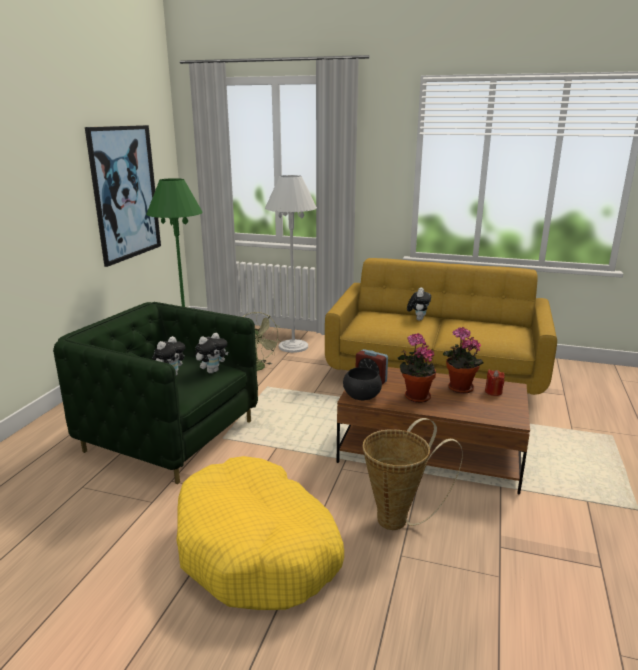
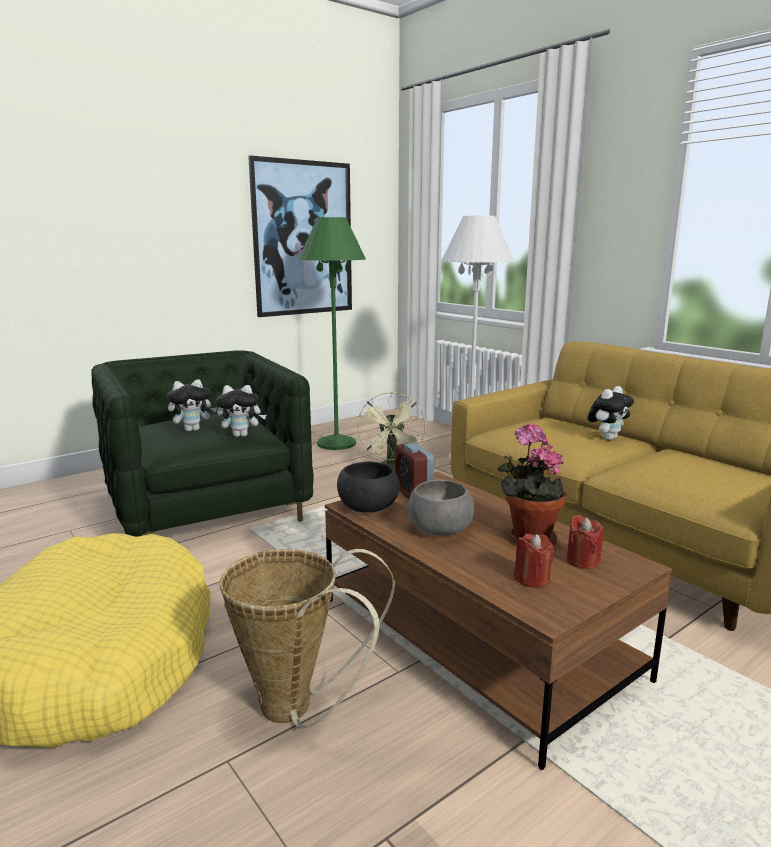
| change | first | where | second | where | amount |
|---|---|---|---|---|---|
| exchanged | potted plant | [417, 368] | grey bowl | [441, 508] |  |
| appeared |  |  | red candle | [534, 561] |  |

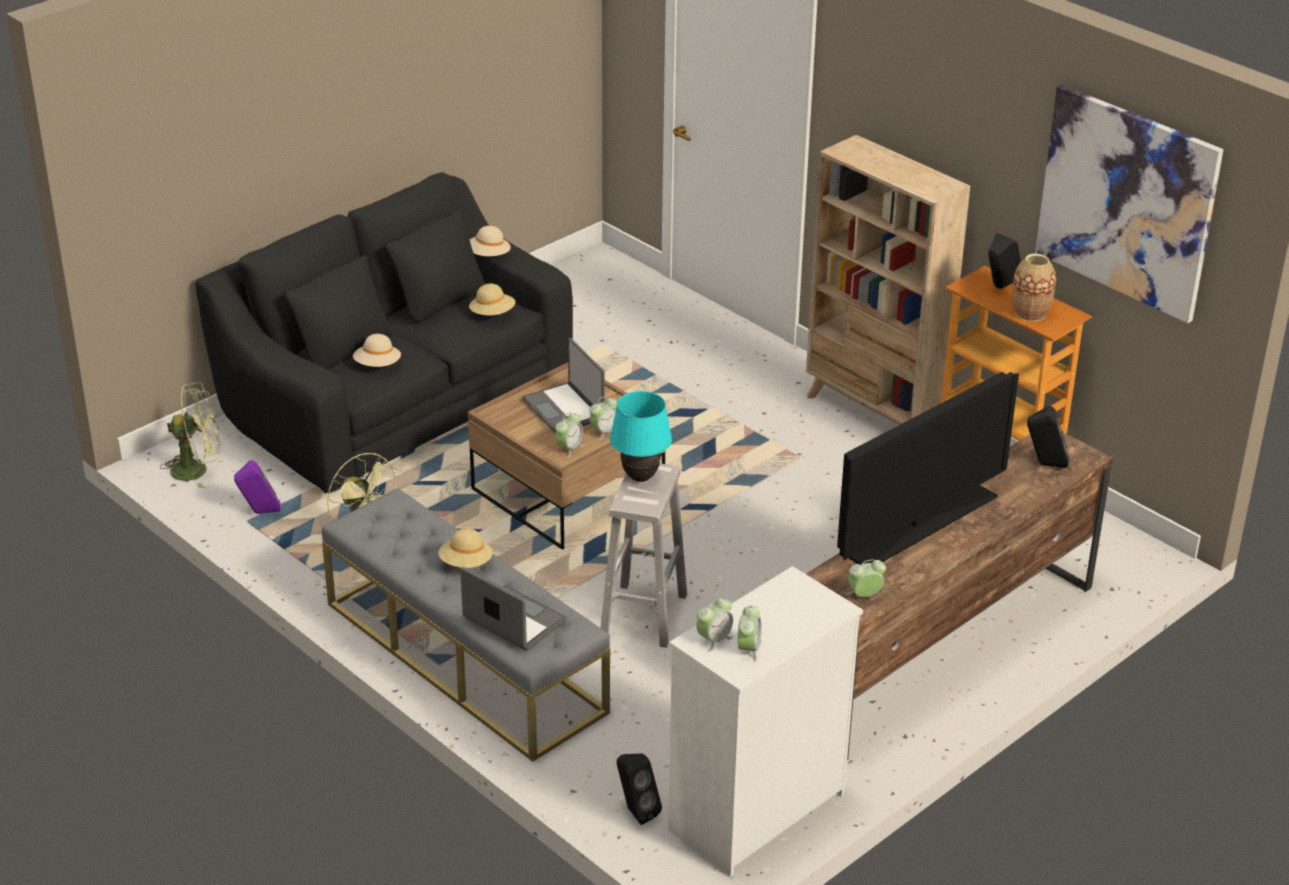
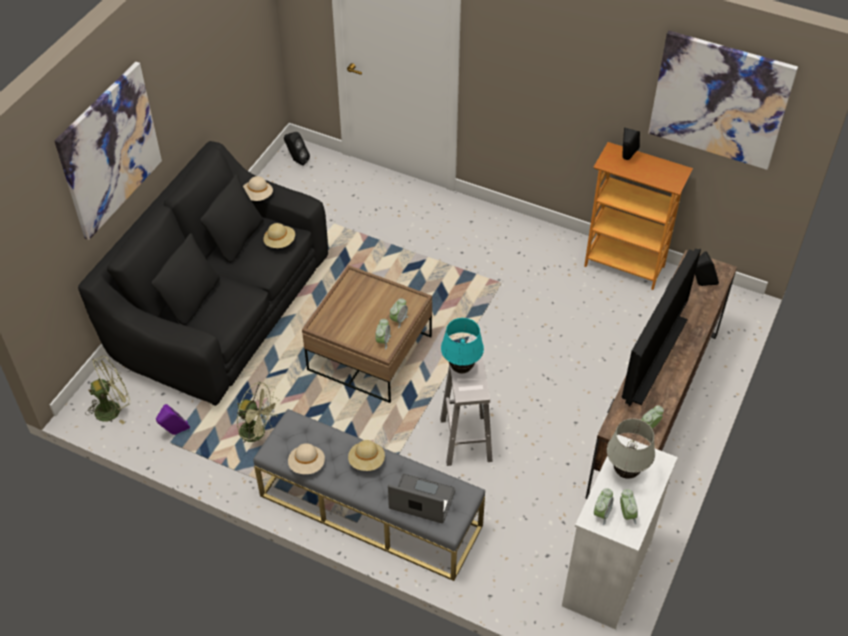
| change | first | where | second | where | amount |
|---|---|---|---|---|---|
| appeared |  |  | picture | [108, 151] |  |
| relocated | black speaker | [639, 789] |  | [297, 149] |  |
| relocated | beige hat | [377, 350] |  | [306, 458] |  |
| appeared |  |  | white table lamp | [631, 449] |  |
| missing | laptop | [563, 385] |  |  |  |
| missing | beige bookcase | [888, 280] |  |  |  |
| missing | vase | [1034, 287] |  |  |  |

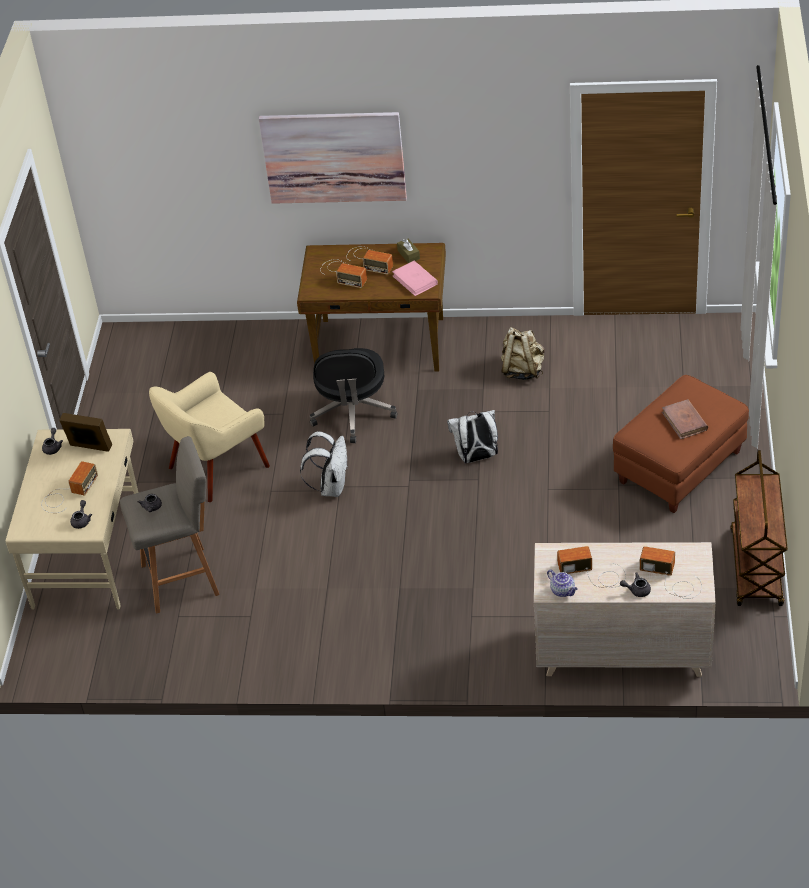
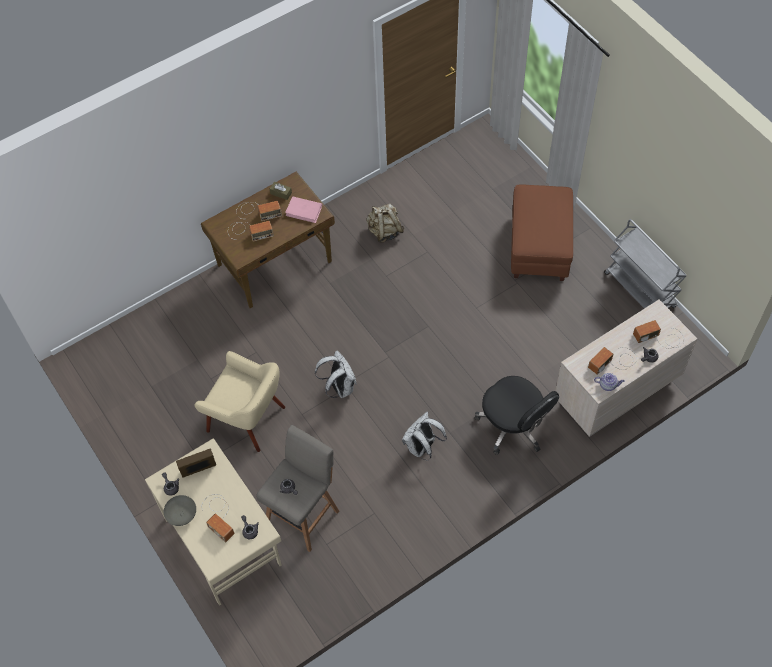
| change | first | where | second | where | amount |
|---|---|---|---|---|---|
| appeared |  |  | grey bowl | [180, 510] |  |
| spun | beige armchair | [209, 437] |  | [240, 401] | 75 degrees counterclockwise |
| spun | radio | [69, 487] |  | [218, 518] | 150 degrees clockwise |
| relocated | white backpack | [472, 436] |  | [424, 436] |  |
| relocated | black office chair | [354, 395] |  | [517, 415] |  |
| colour | brown cart | [759, 528] | grey cart | [645, 264] |  |
| missing | picture | [333, 158] |  |  |  |
| missing | brown book | [685, 419] |  |  |  |

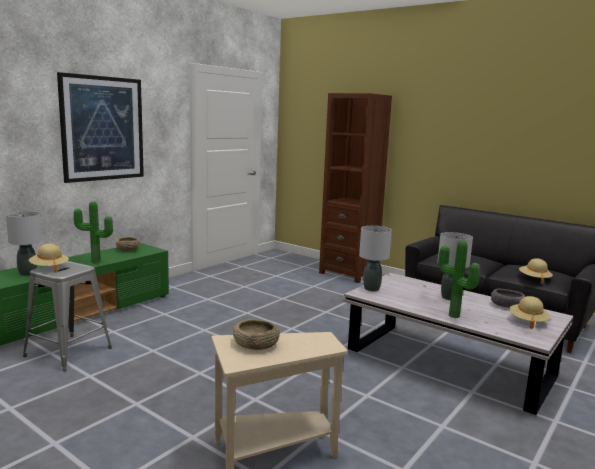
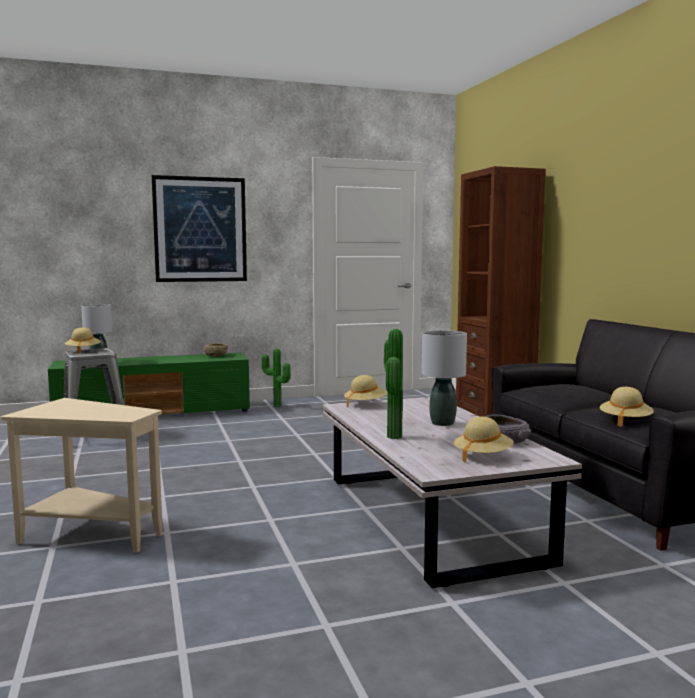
| change | first | where | second | where | amount |
|---|---|---|---|---|---|
| relocated | potted plant | [93, 232] |  | [276, 377] |  |
| exchanged | grey table lamp | [375, 258] | beige hat | [365, 391] |  |
| missing | beige bowl | [256, 334] |  |  |  |

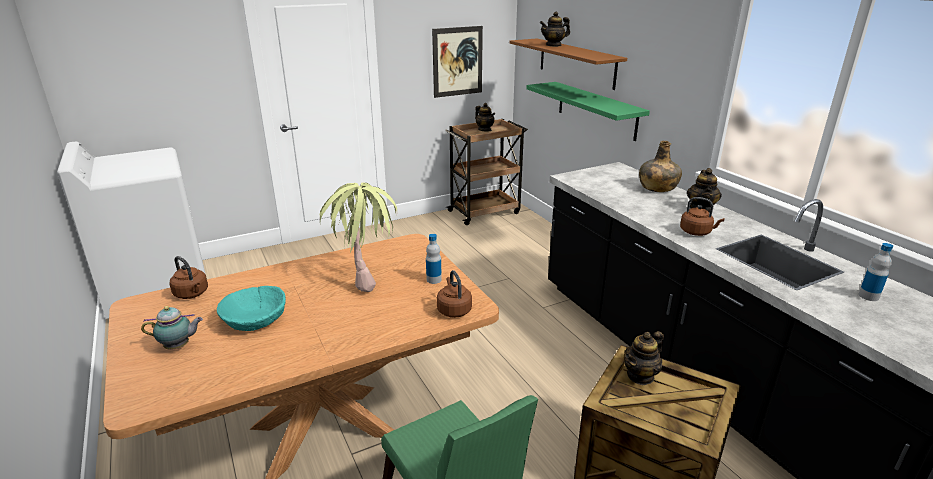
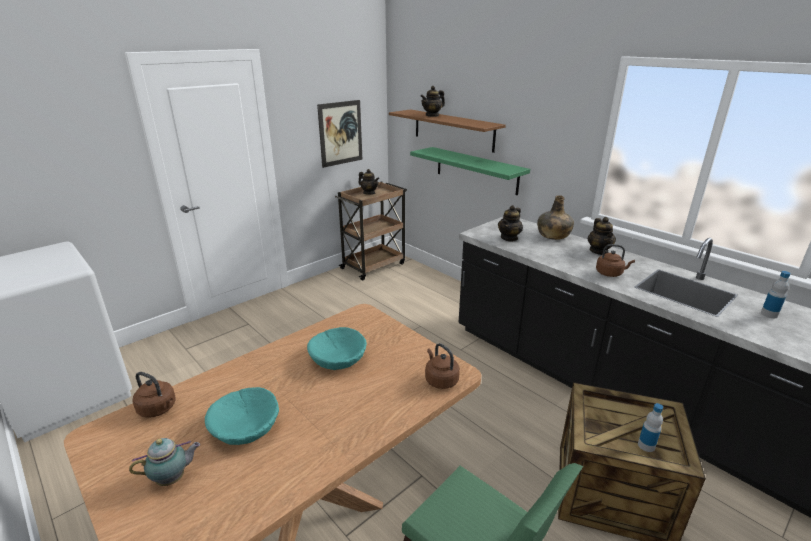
| change | first | where | second | where | amount |
|---|---|---|---|---|---|
| exchanged | potted plant | [358, 237] | turquoise bowl | [337, 348] |  |
| relocated | teapot | [644, 358] |  | [510, 223] |  |
| relocated | bottle | [434, 259] |  | [650, 427] |  |

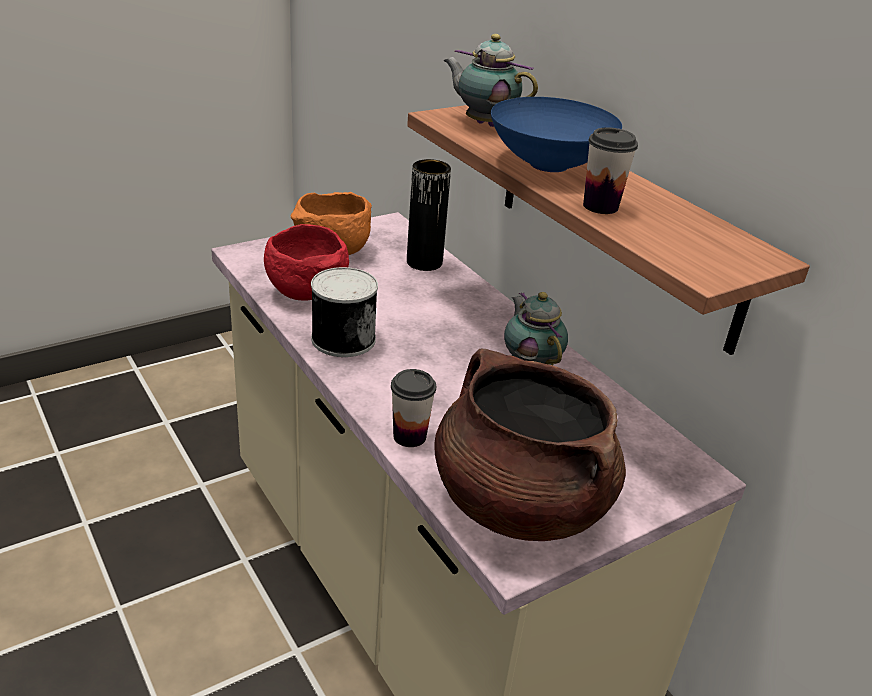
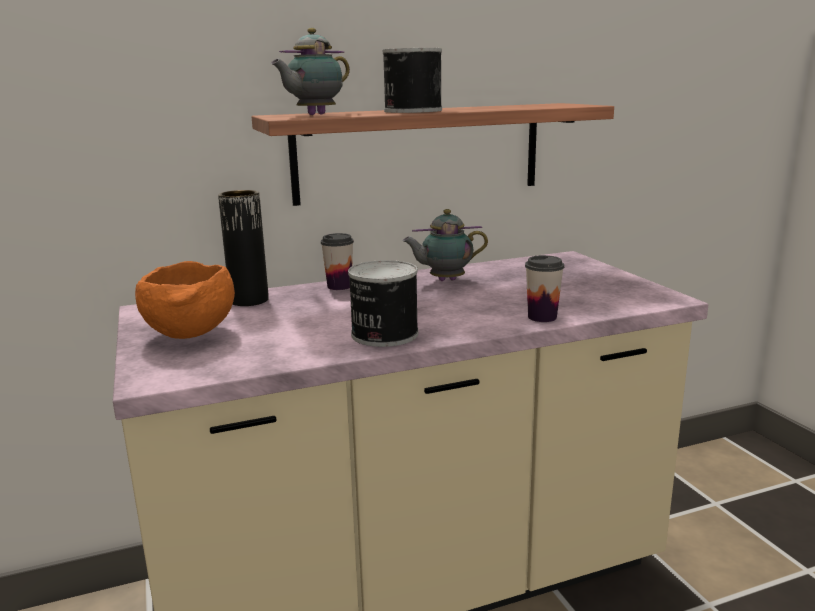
| change | first | where | second | where | amount |
|---|---|---|---|---|---|
| relocated | cup | [610, 170] |  | [337, 261] |  |
| exchanged | blue bowl | [556, 134] | can | [412, 80] |  |
| missing | red bowl | [306, 262] |  |  |  |
| missing | brown cooking pot | [530, 445] |  |  |  |

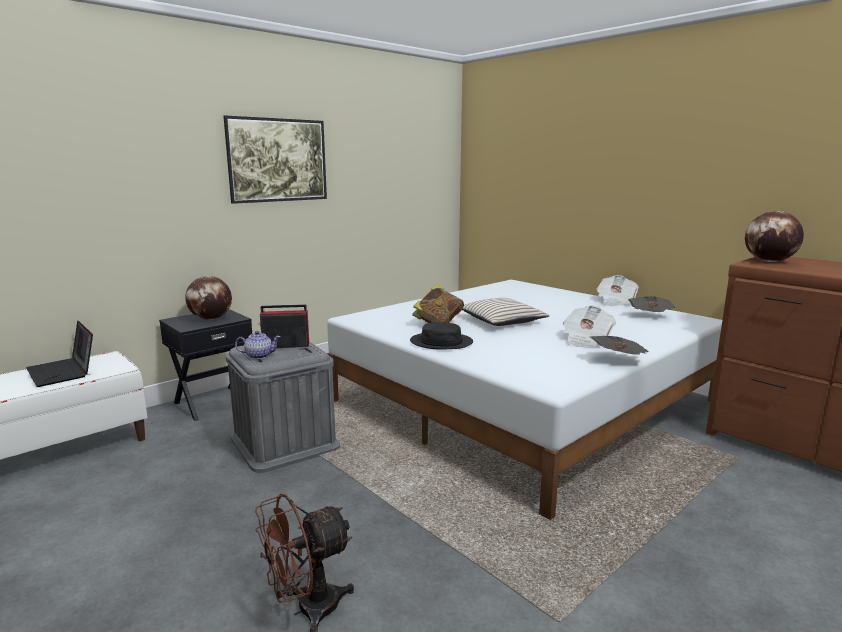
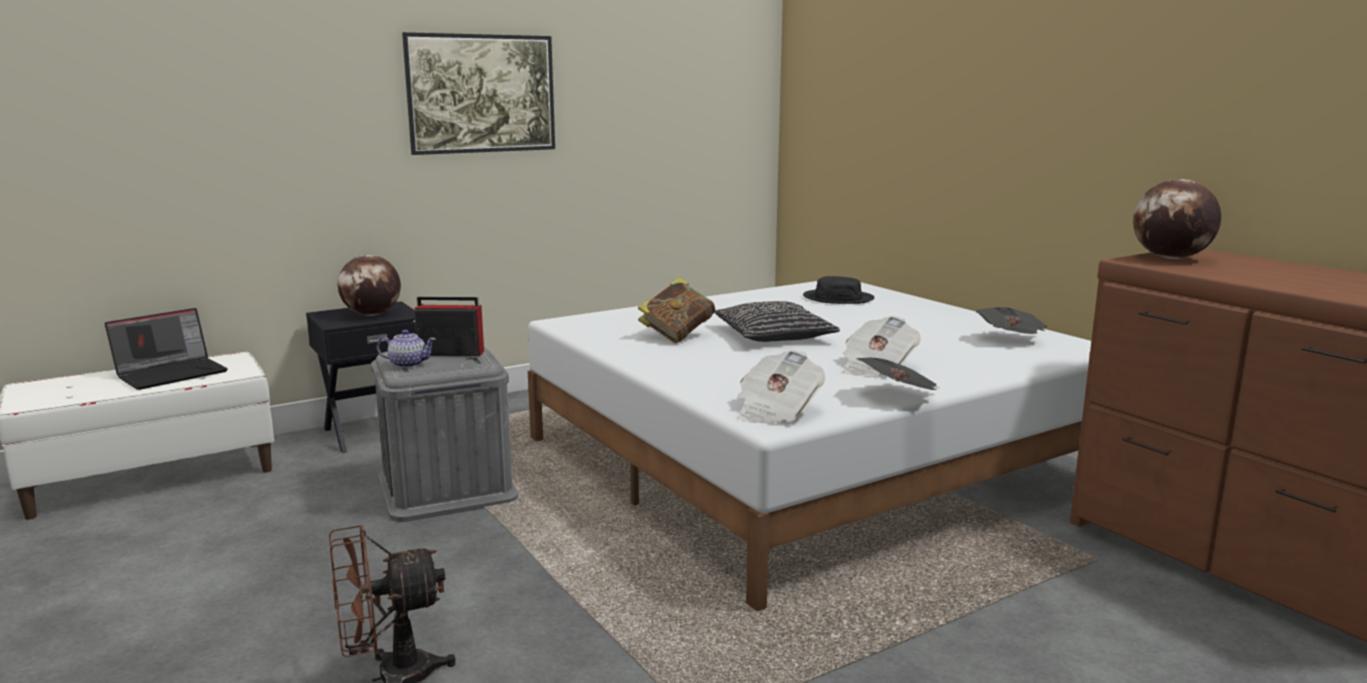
| change | first | where | second | where | amount |
|---|---|---|---|---|---|
| spun | laptop | [59, 353] |  | [166, 349] | 105 degrees counterclockwise |
| colour | beige pillow | [505, 312] | black pillow | [777, 321] |  |
| relocated | newspaper | [618, 290] |  | [781, 386] |  |
| relocated | black hat | [441, 335] |  | [839, 290] |  |

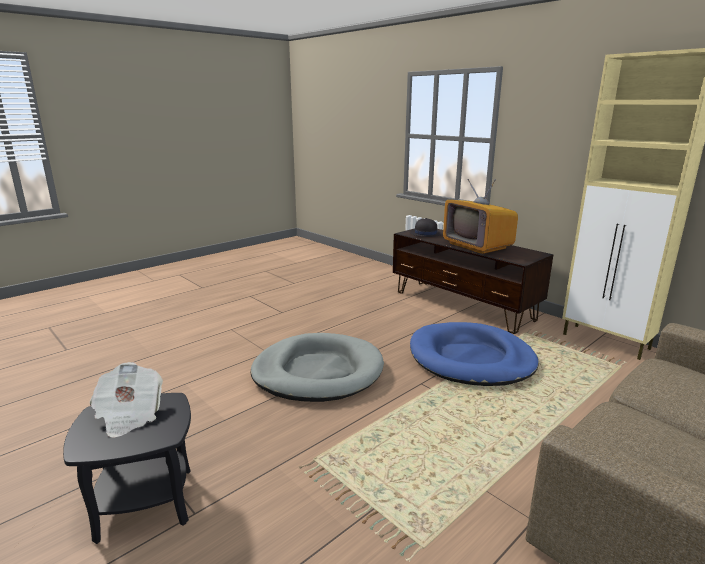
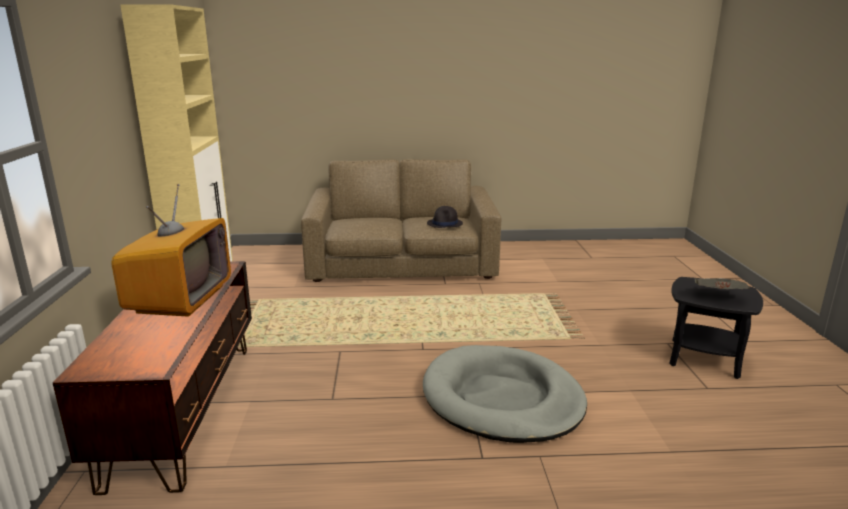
| change | first | where | second | where | amount |
|---|---|---|---|---|---|
| relocated | black hat | [426, 227] |  | [445, 217] |  |
| missing | blue dog bed | [474, 354] |  |  |  |

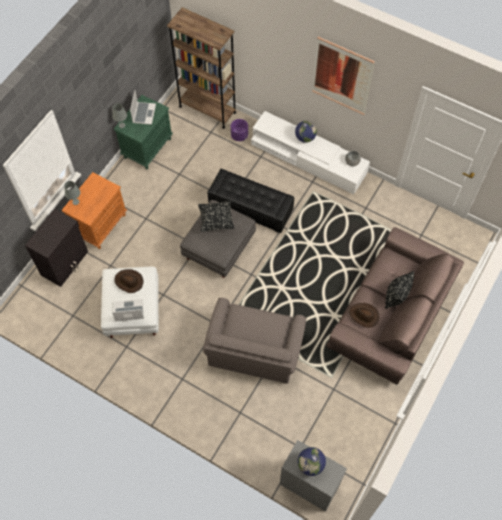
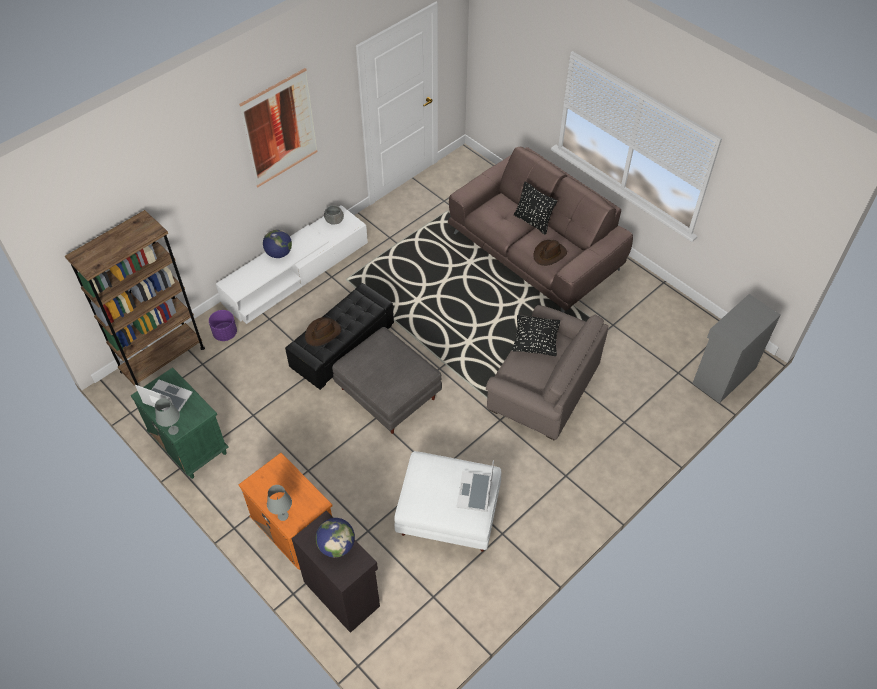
| change | first | where | second | where | amount |
|---|---|---|---|---|---|
| relocated | brown hat | [128, 281] |  | [323, 331] |  |
| relocated | globe | [312, 461] |  | [335, 538] |  |
| relocated | black pillow | [216, 216] |  | [536, 335] |  |

